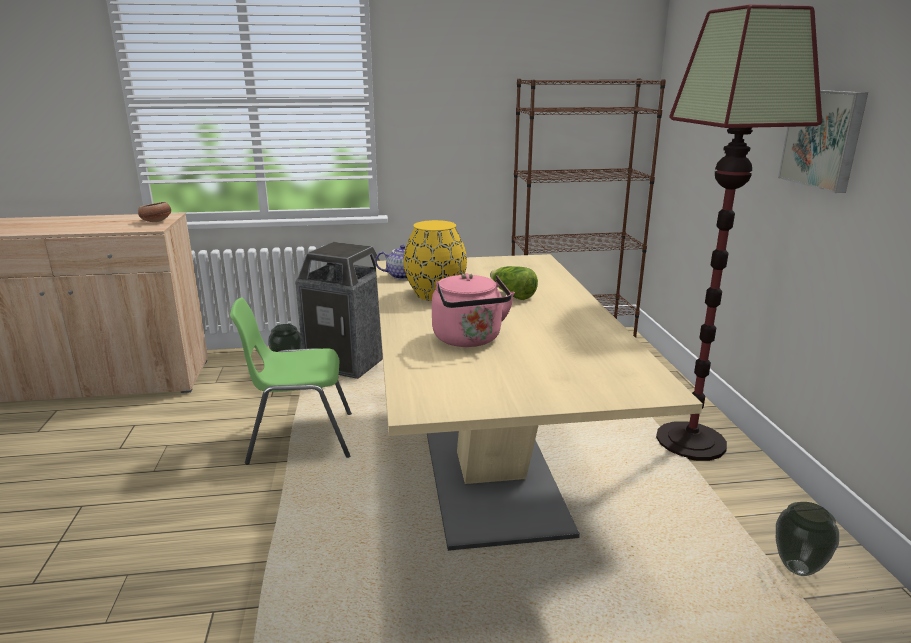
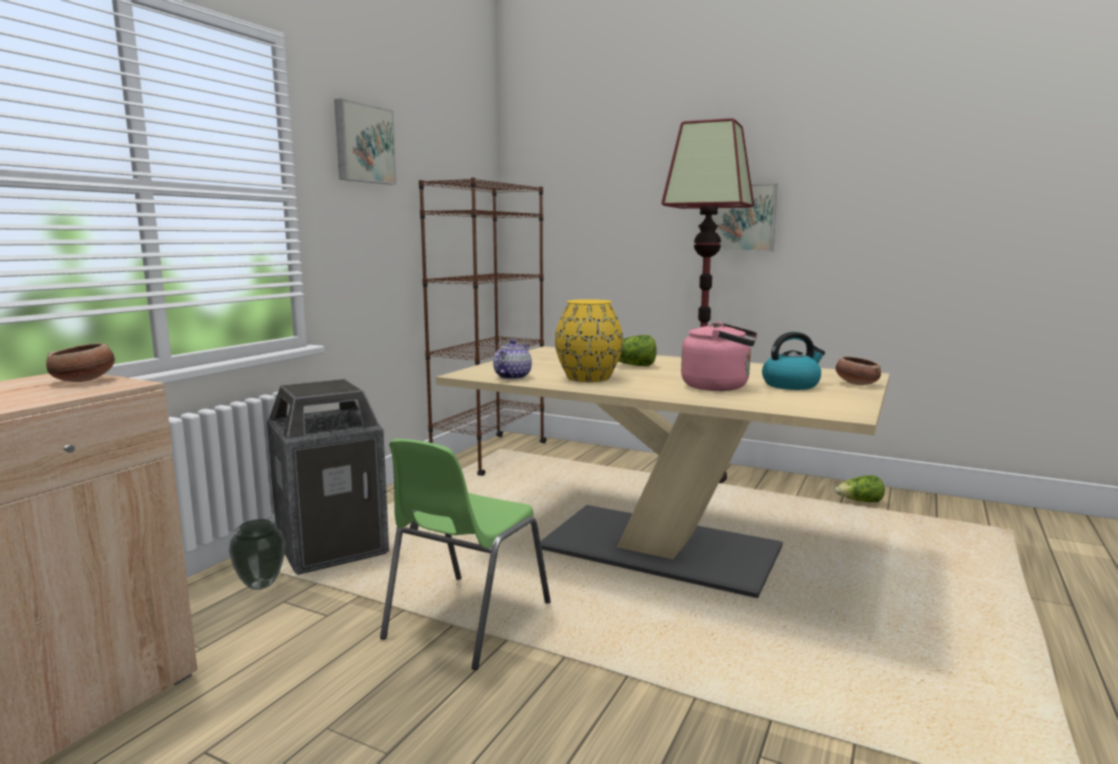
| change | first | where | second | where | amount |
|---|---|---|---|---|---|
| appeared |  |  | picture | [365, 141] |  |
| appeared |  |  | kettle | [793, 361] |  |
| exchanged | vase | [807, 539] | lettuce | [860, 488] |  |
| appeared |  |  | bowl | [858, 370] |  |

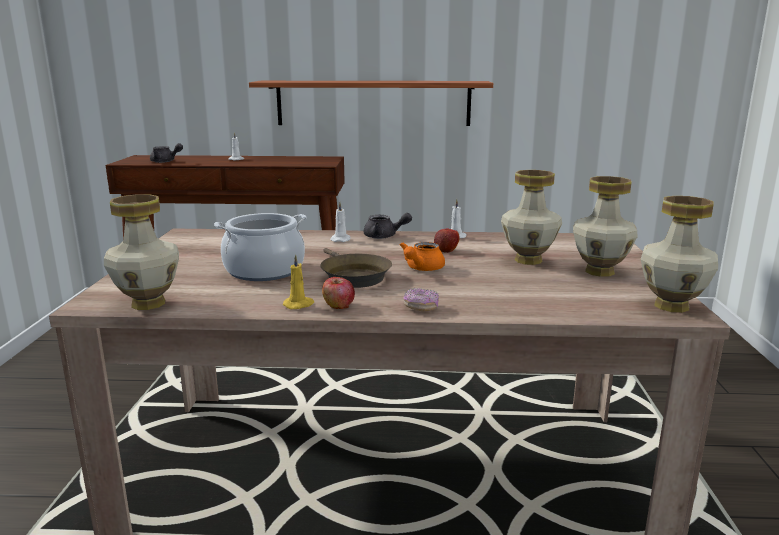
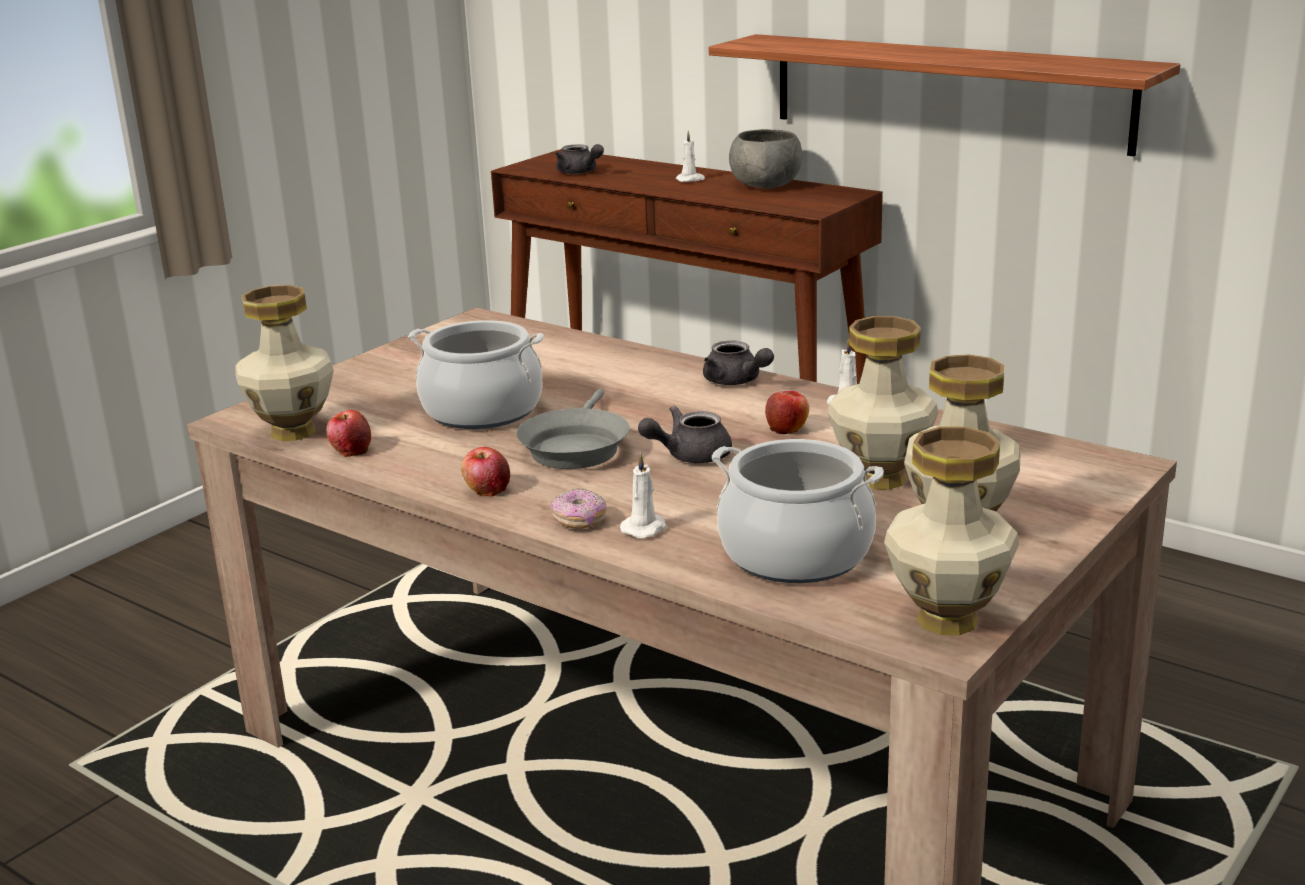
| change | first | where | second | where | amount |
|---|---|---|---|---|---|
| appeared |  |  | apple | [348, 433] |  |
| colour | brown frying pan | [356, 268] | grey frying pan | [573, 429] |  |
| relocated | white candle | [340, 222] |  | [643, 496] |  |
| colour | orange teapot | [422, 256] | grey teapot | [685, 434] |  |
| appeared |  |  | cooking pot | [798, 511] |  |
| appeared |  |  | grey bowl | [766, 159] |  |
| missing | yellow candle | [298, 282] |  |  |  |

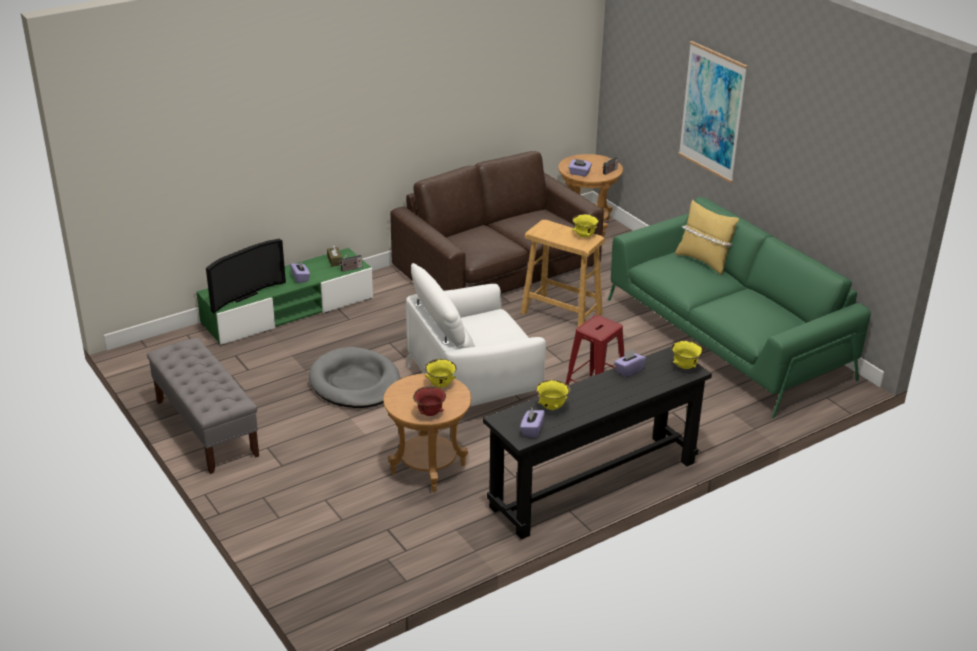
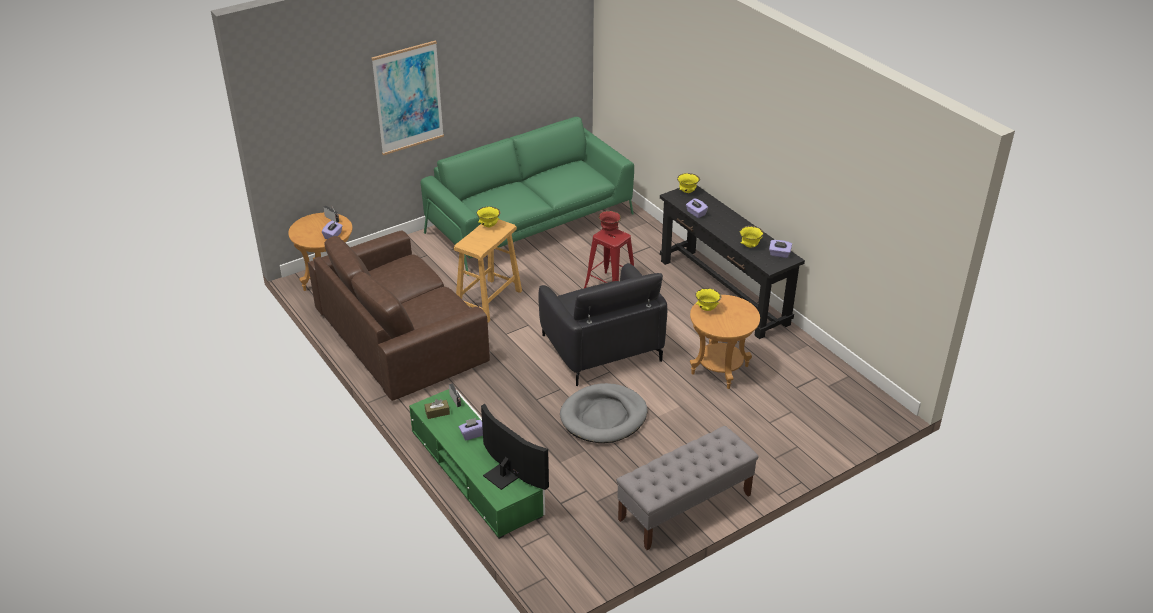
| change | first | where | second | where | amount |
|---|---|---|---|---|---|
| colour | white armchair | [476, 334] | black armchair | [603, 324] |  |
| relocated | red bowl | [429, 401] |  | [609, 221] |  |
| missing | yellow pillow | [707, 237] |  |  |  |

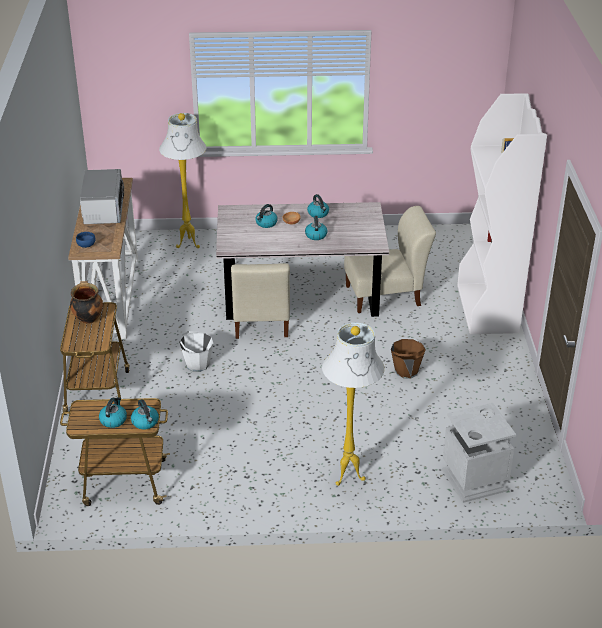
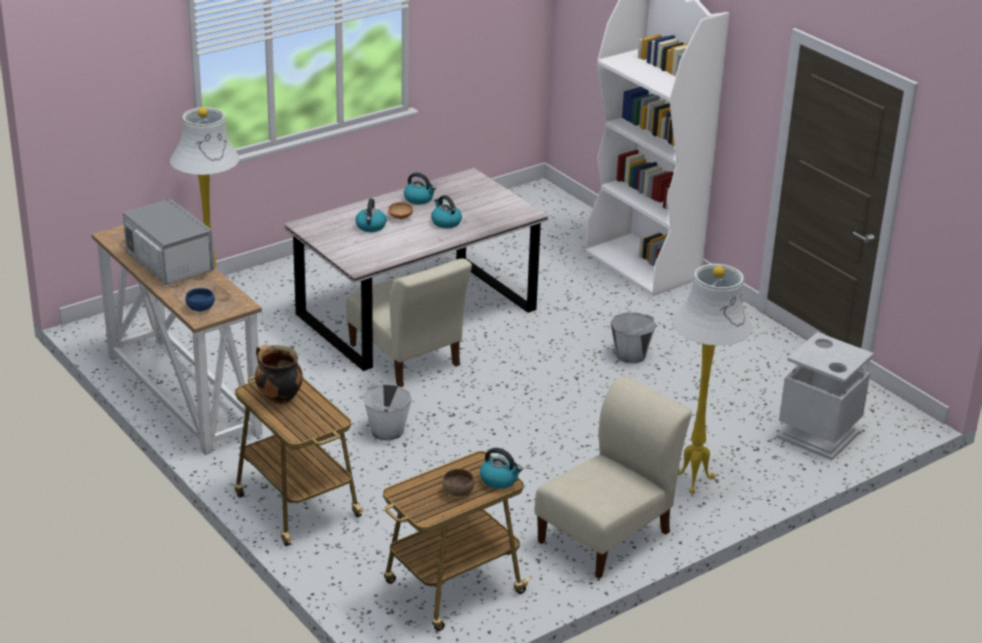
| change | first | where | second | where | amount |
|---|---|---|---|---|---|
| exchanged | kettle | [113, 412] | brown bowl | [458, 482] |  |
| relocated | beige chair | [390, 259] |  | [613, 477] |  |
| colour | brown bucket | [408, 358] | grey bucket | [633, 337] |  |

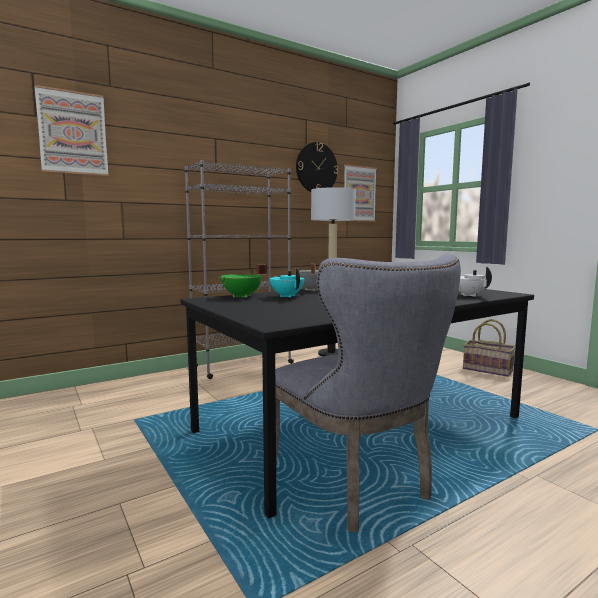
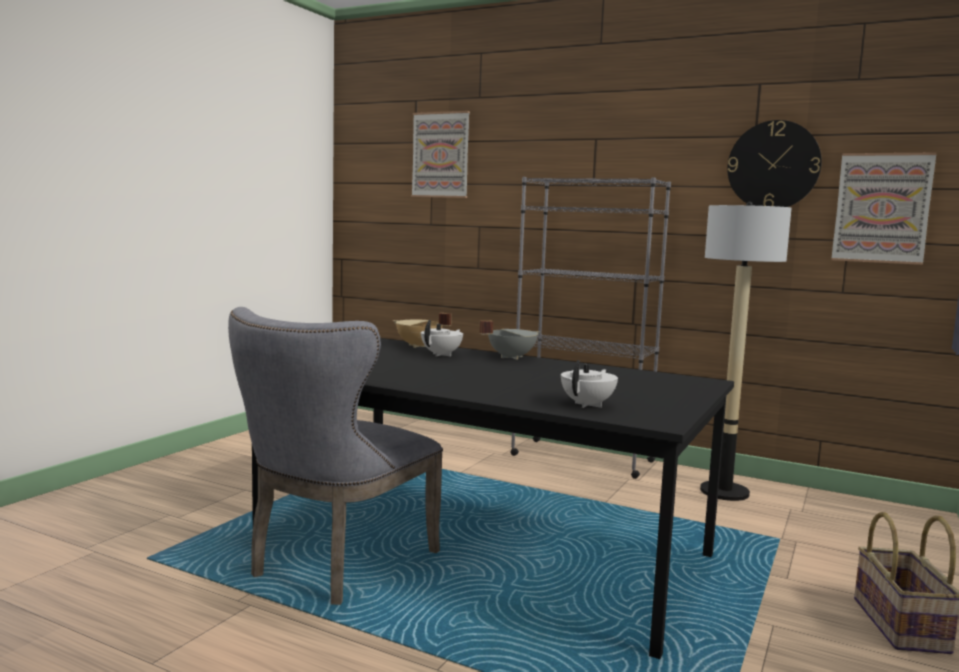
| change | first | where | second | where | amount |
|---|---|---|---|---|---|
| colour | green cooking pot | [242, 281] | beige cooking pot | [422, 330] |  |
| colour | turquoise teapot | [287, 282] | white teapot | [442, 338] |  |

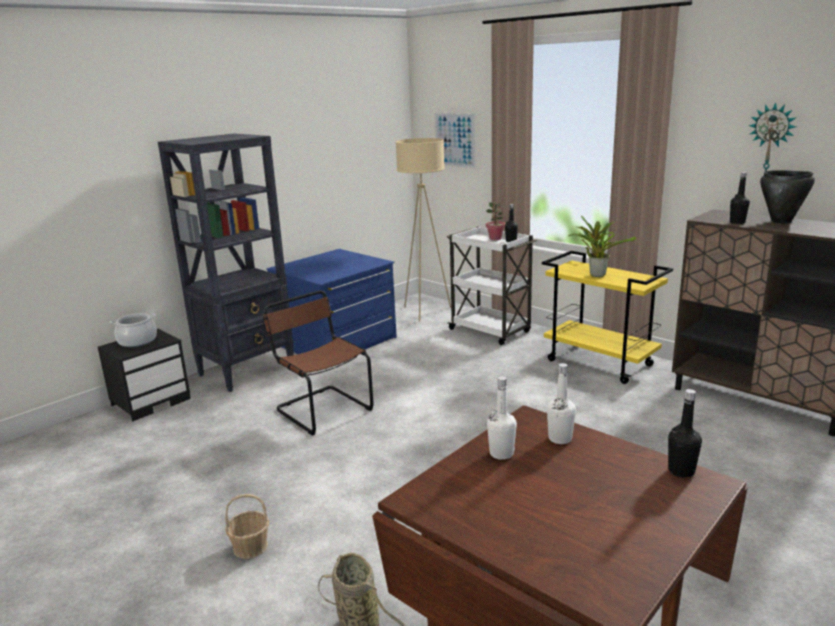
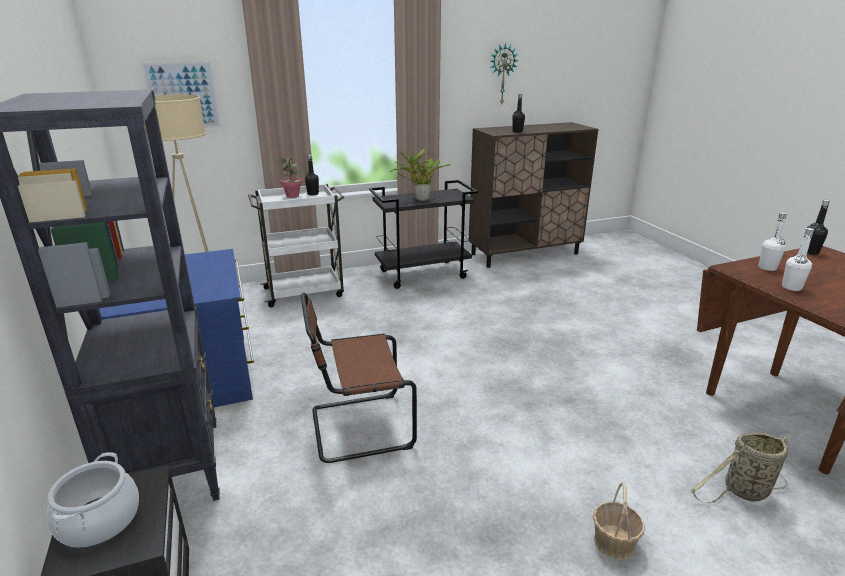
| change | first | where | second | where | amount |
|---|---|---|---|---|---|
| colour | yellow cart | [607, 317] | black cart | [423, 234] |  |
| missing | black cooking pot | [787, 196] |  |  |  |

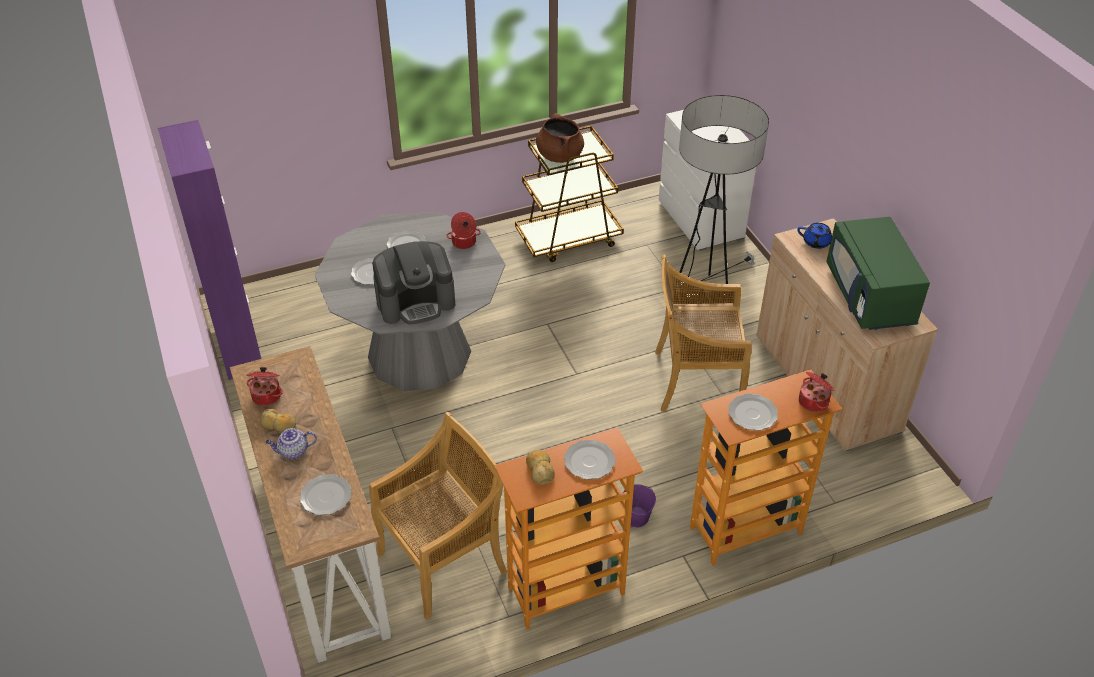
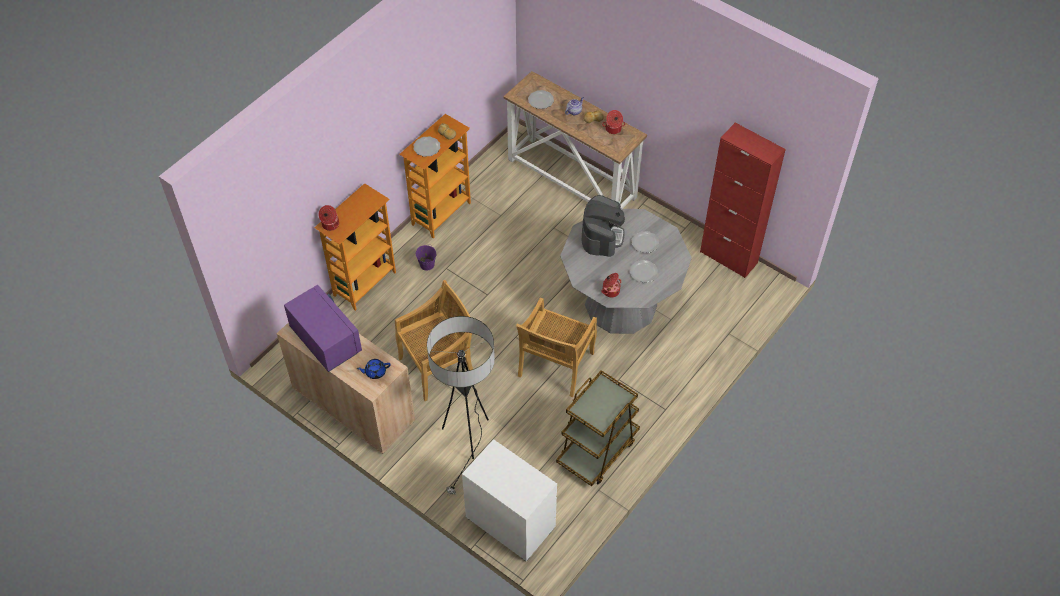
| change | first | where | second | where | amount |
|---|---|---|---|---|---|
| colour | green microwave | [878, 273] | purple microwave | [323, 328] |  |
| relocated | beige chair | [438, 516] |  | [556, 347] |  |
| spun | coffee machine | [413, 282] |  | [603, 226] | 150 degrees clockwise |
| colour | purple cabinet | [209, 250] | red cabinet | [743, 200] |  |
| missing | brown cooking pot | [560, 138] |  |  |  |
| missing | plate | [753, 412] |  |  |  |

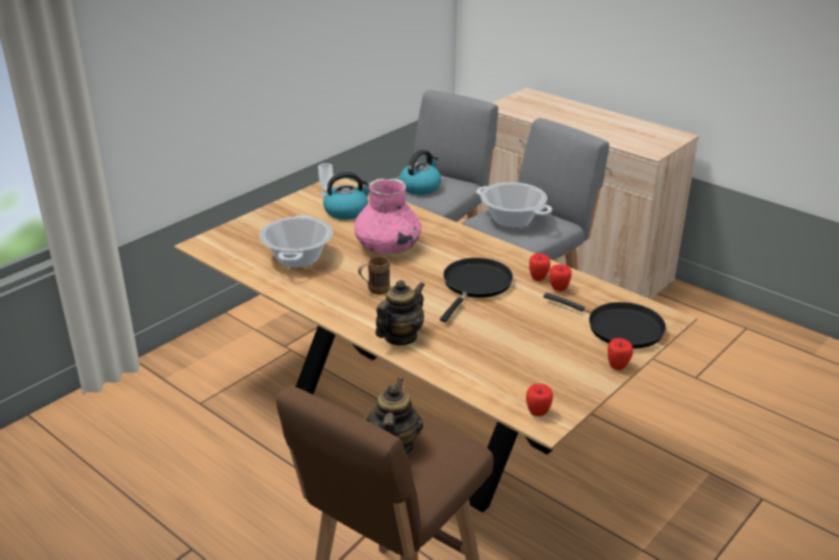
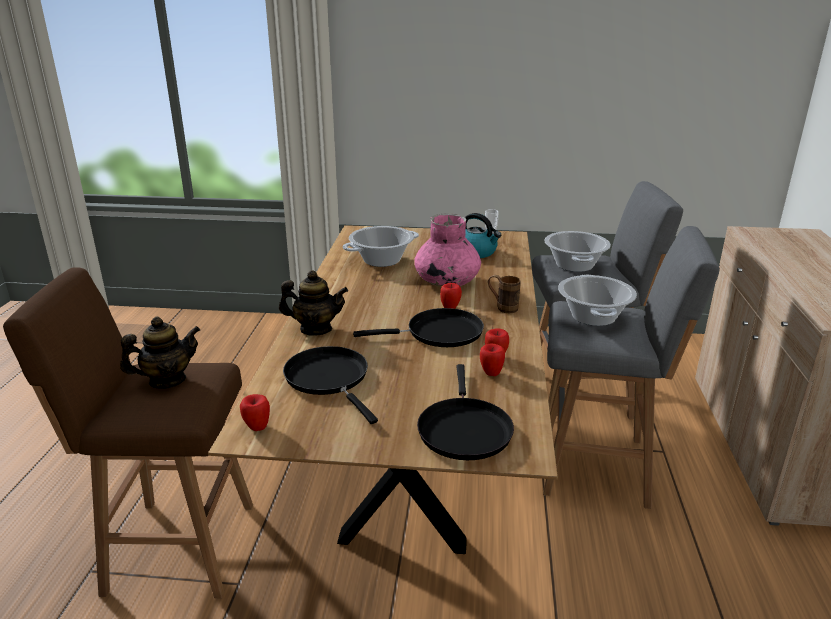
| change | first | where | second | where | amount |
|---|---|---|---|---|---|
| appeared |  |  | black frying pan | [330, 385] |  |
| relocated | apple | [620, 354] |  | [451, 296] |  |
| relocated | brown mug | [374, 275] |  | [504, 294] |  |
| exchanged | kettle | [420, 172] | cooking pot | [578, 251] |  |

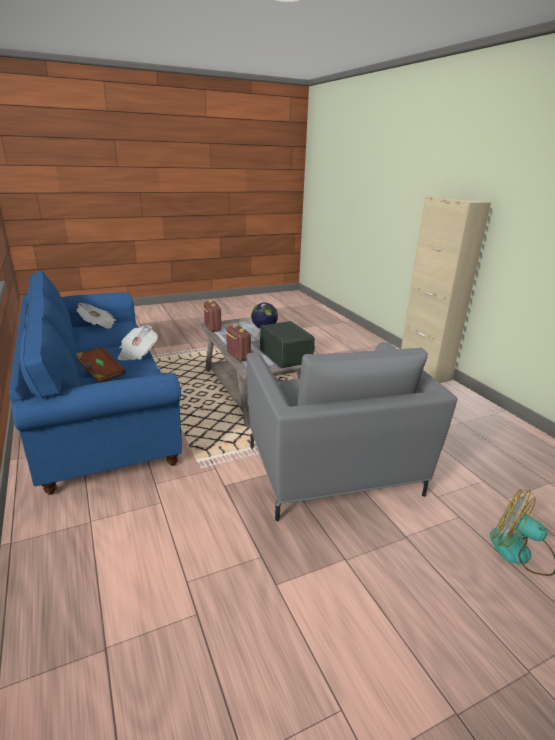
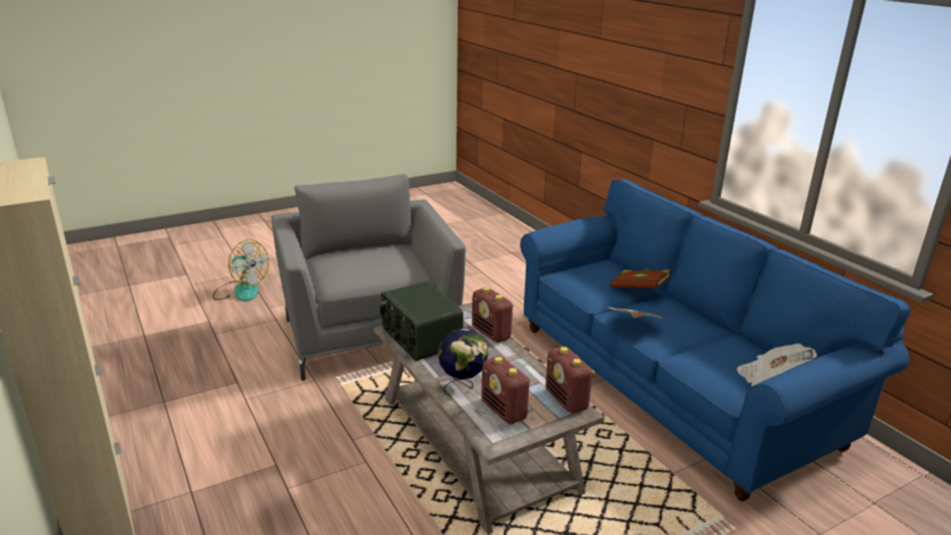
| change | first | where | second | where | amount |
|---|---|---|---|---|---|
| appeared |  |  | radio | [506, 390] |  |

